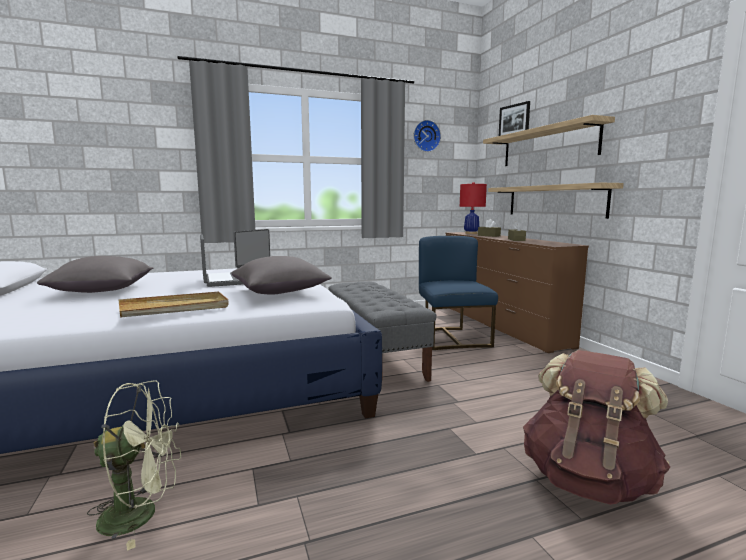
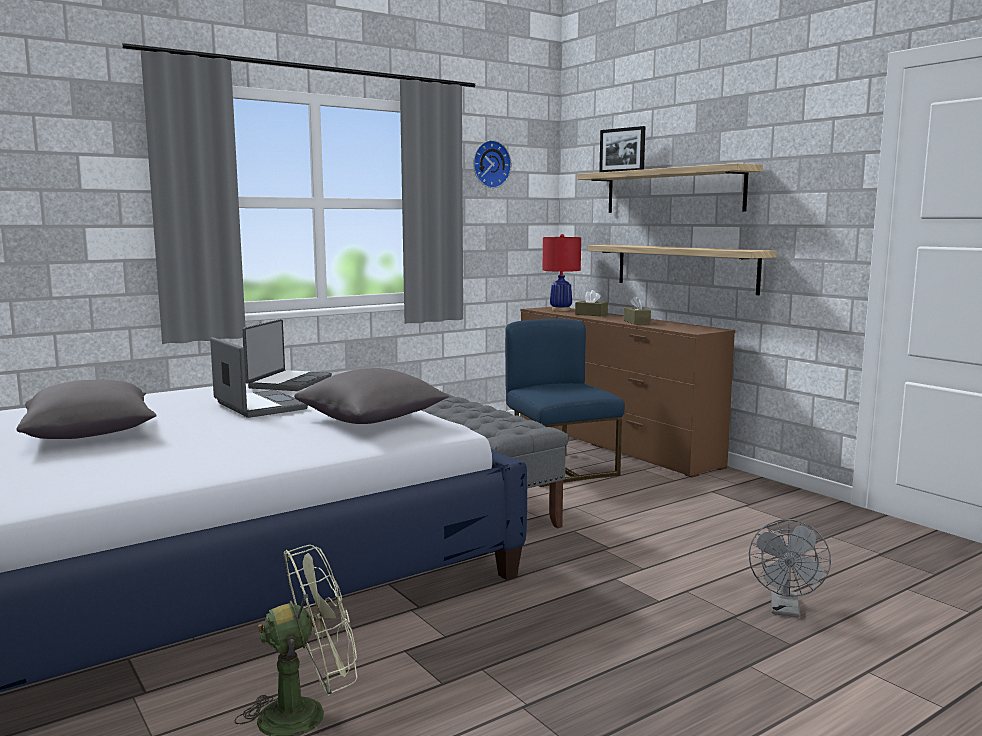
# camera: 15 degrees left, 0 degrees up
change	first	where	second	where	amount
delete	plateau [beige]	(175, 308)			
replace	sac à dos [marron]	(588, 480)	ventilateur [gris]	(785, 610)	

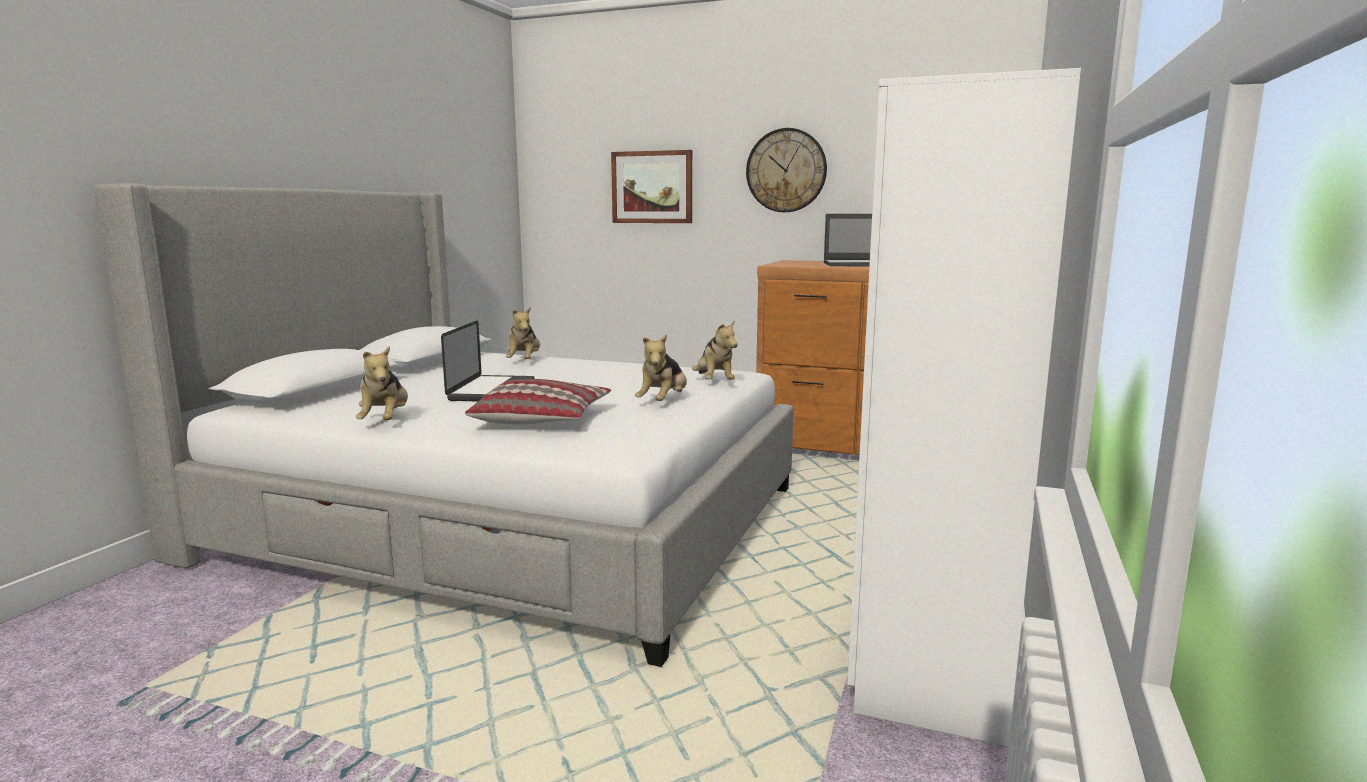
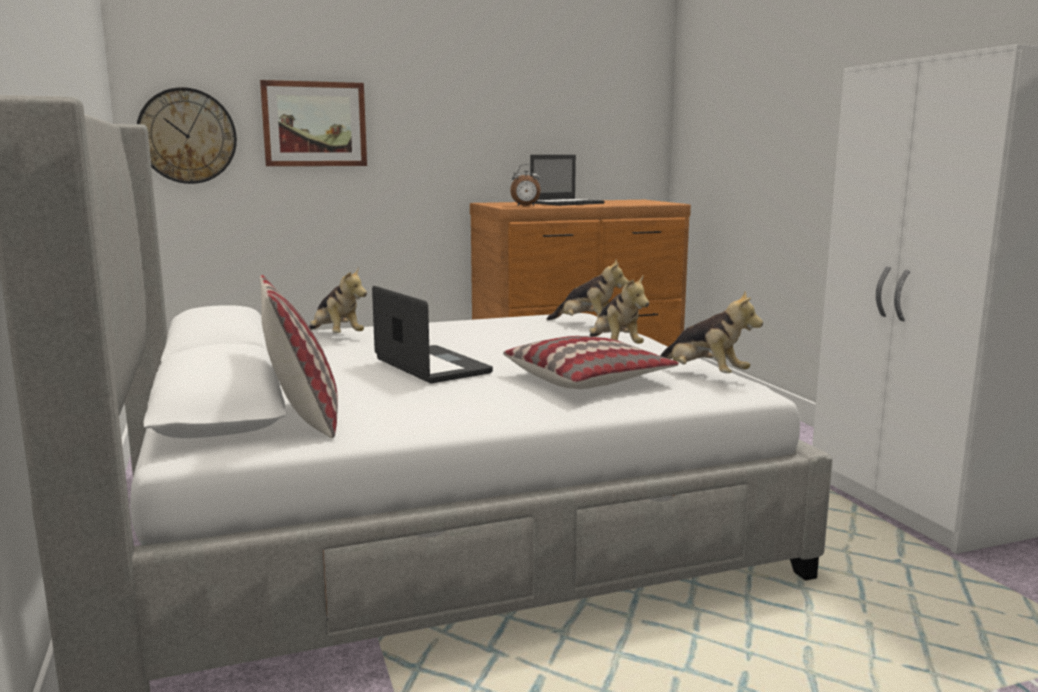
# camera: 40 degrees left, 0 degrees up
change	first	where	second	where	amount
insert			coussin	(303, 418)	
insert			réveil	(525, 206)	
move	peluche	(385, 421)		(703, 376)	
move	horloge murale	(786, 170)		(187, 136)	

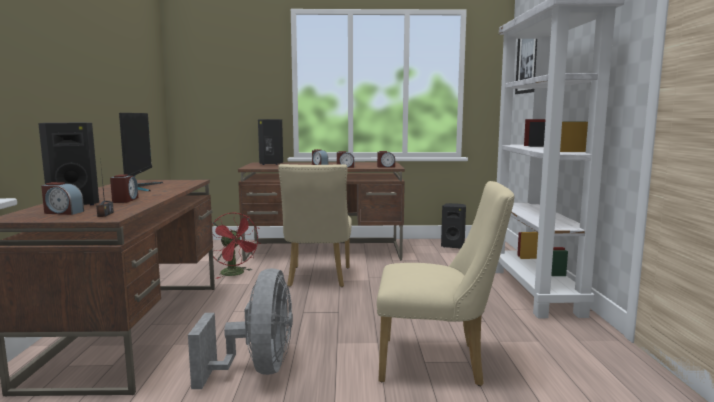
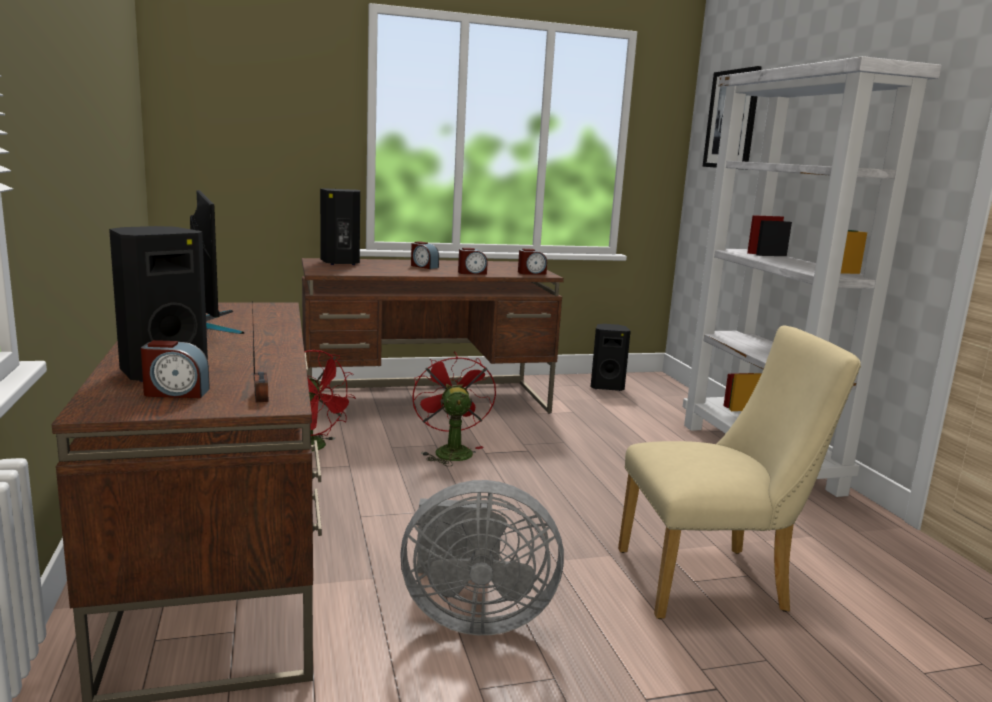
# camera: 15 degrees left, 5 degrees up
change	first	where	second	where	amount
delete	réveil	(125, 200)			
replace	chaise [beige]	(318, 278)	ventilateur [rouge]	(450, 451)	
rotate	ventilateur [gris]	(257, 369)		(473, 616)	105 degrees clockwise

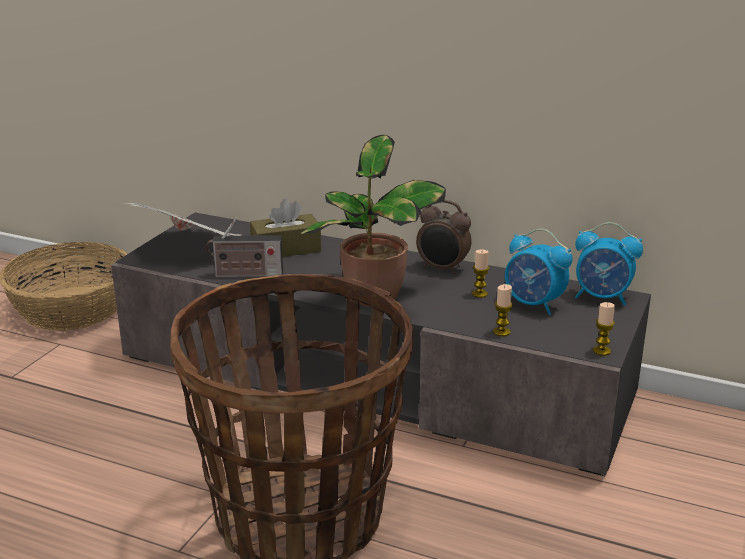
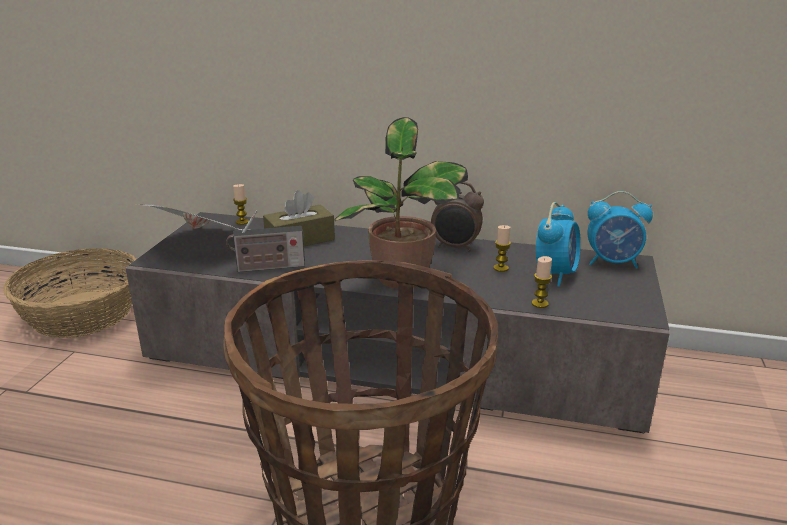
# camera: 10 degrees left, 0 degrees up
change	first	where	second	where	amount
move	bougie	(601, 351)		(242, 222)	
rotate	réveil	(533, 304)		(555, 274)	90 degrees counterclockwise

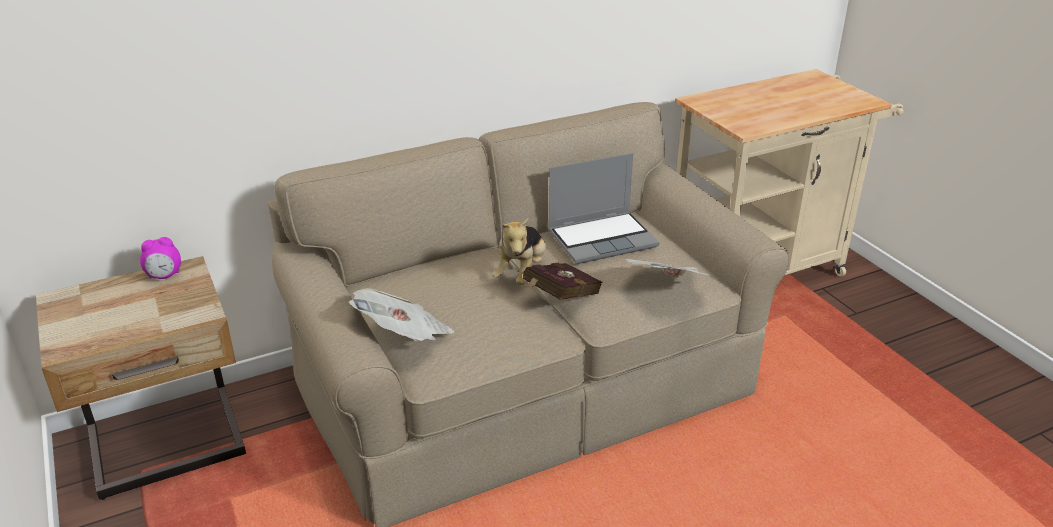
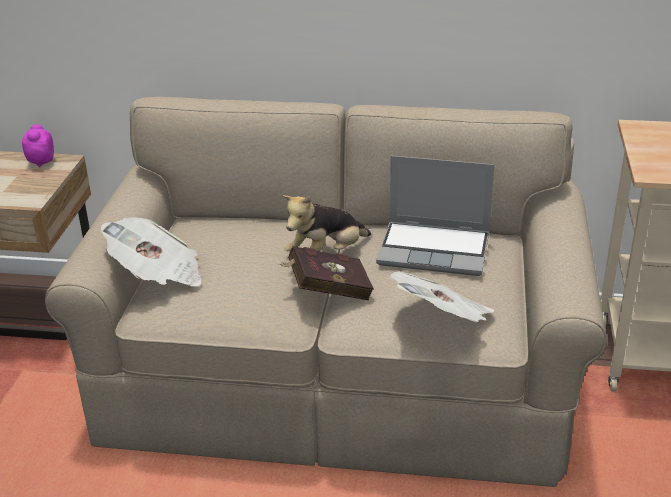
# camera: 35 degrees right, 0 degrees up
change	first	where	second	where	amount
rotate	réveil	(164, 276)		(41, 162)	75 degrees clockwise

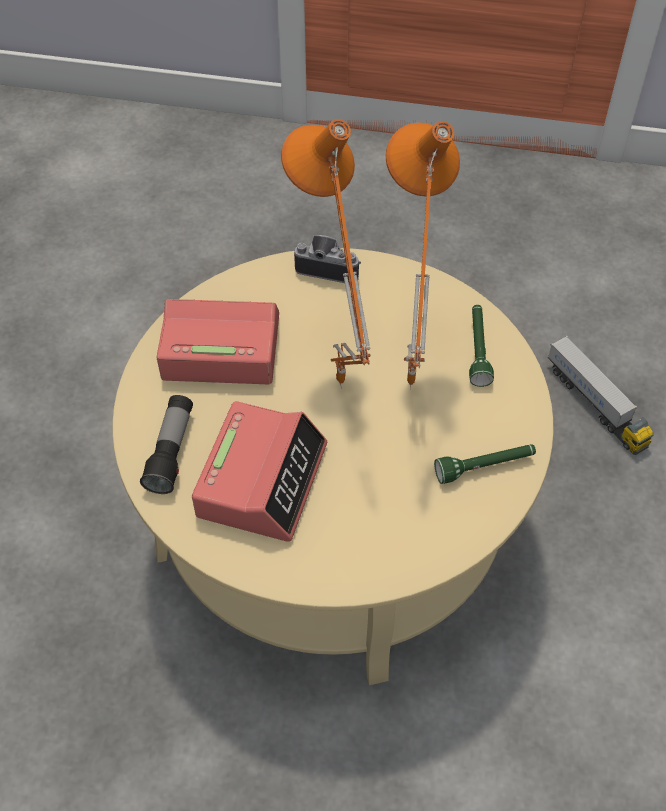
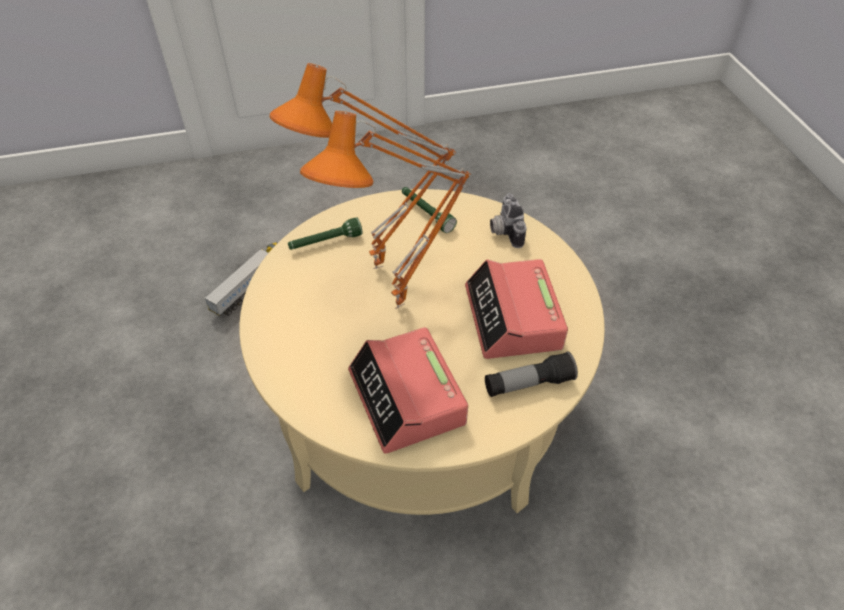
# camera: 115 degrees left, 5 degrees down
change	first	where	second	where	amount
move	appareil photo	(329, 267)		(504, 230)	
rotate	réveil	(262, 479)		(513, 318)	90 degrees counterclockwise

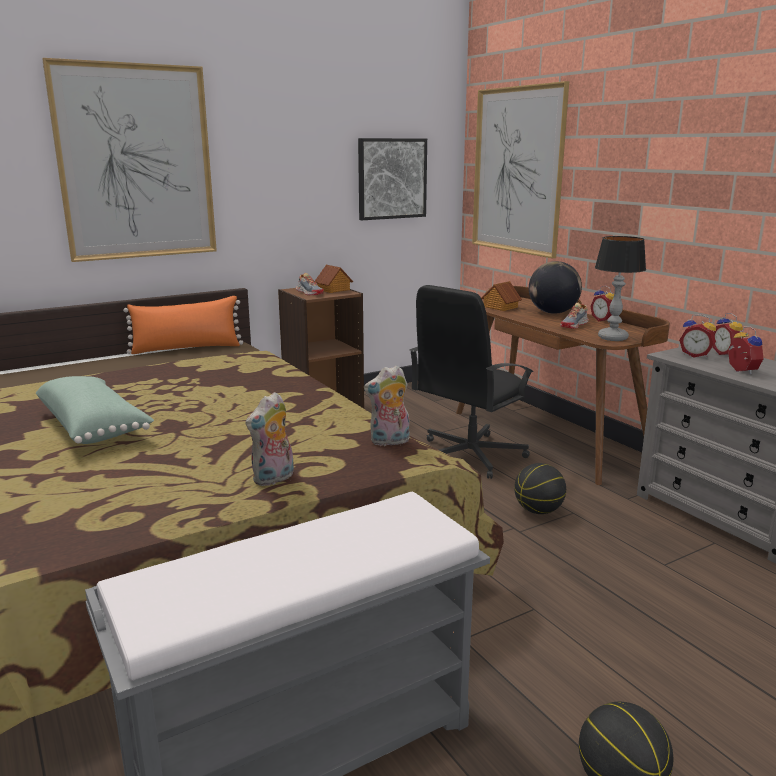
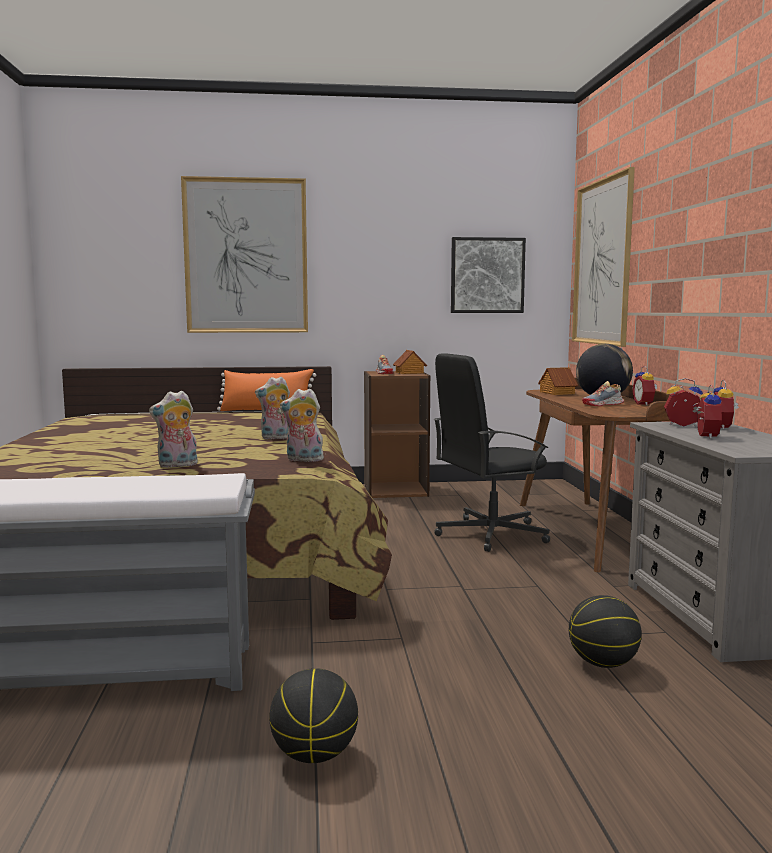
# camera: 25 degrees right, 10 degrees down
change	first	where	second	where	amount
delete	coussin [vert]	(94, 427)			
delete	lampe de table	(613, 338)			
insert			peluche	(276, 438)	
move	ballon de basket	(538, 511)		(603, 664)	
rotate	réveil	(695, 355)		(682, 426)	135 degrees clockwise

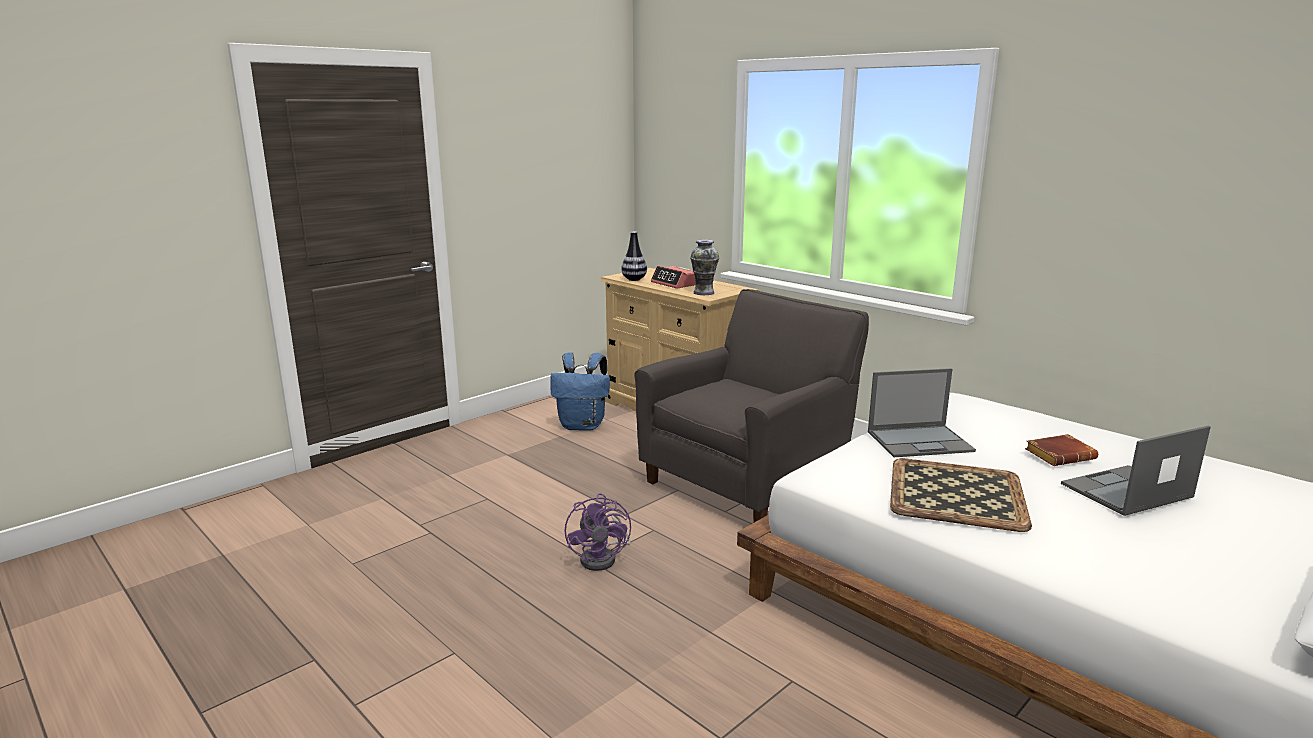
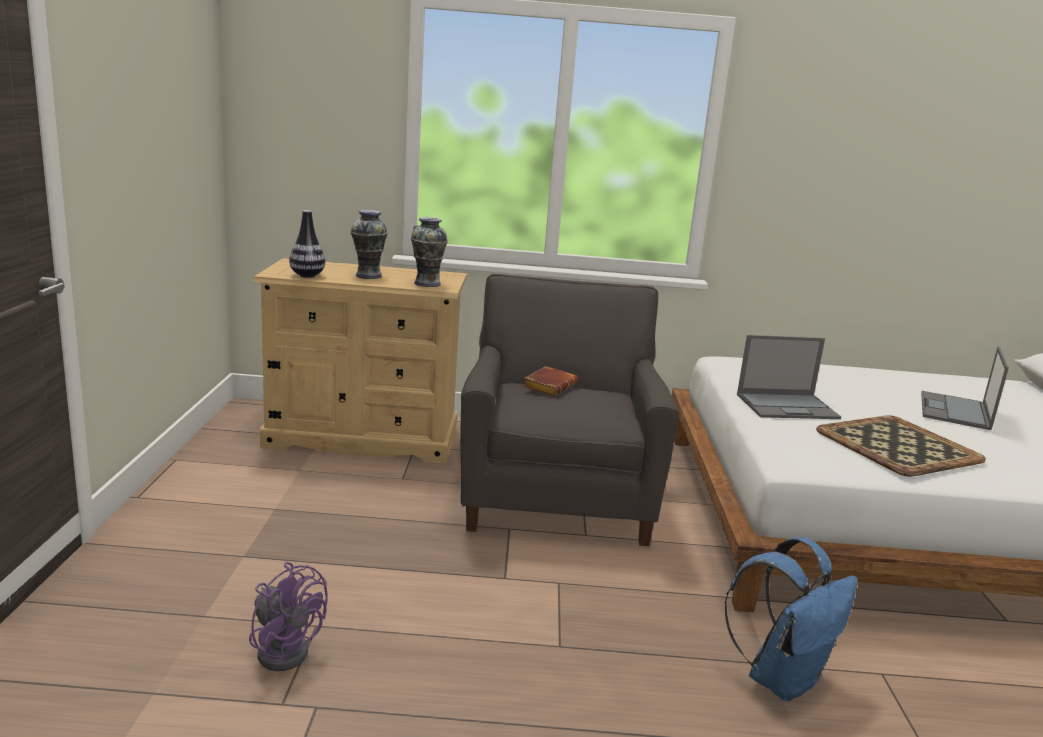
# camera: 45 degrees left, 0 degrees up
change	first	where	second	where	amount
move	sac à dos [bleu]	(583, 425)		(782, 678)	
move	ventilateur [violet]	(603, 558)		(285, 648)	
move	livre [marron]	(1060, 455)		(549, 386)	
replace	réveil	(676, 283)	vase	(369, 276)	
rotate	ordinateur portable	(920, 441)		(788, 406)	45 degrees clockwise

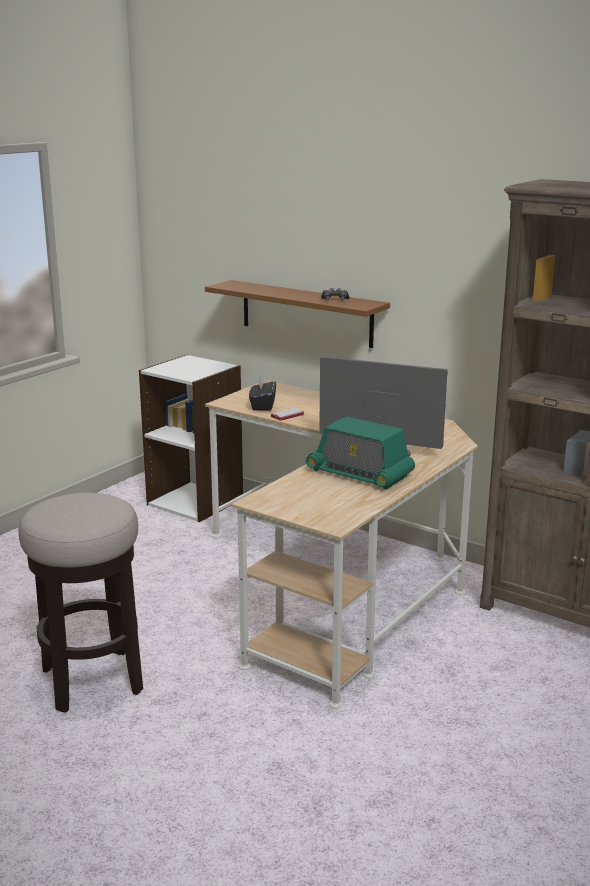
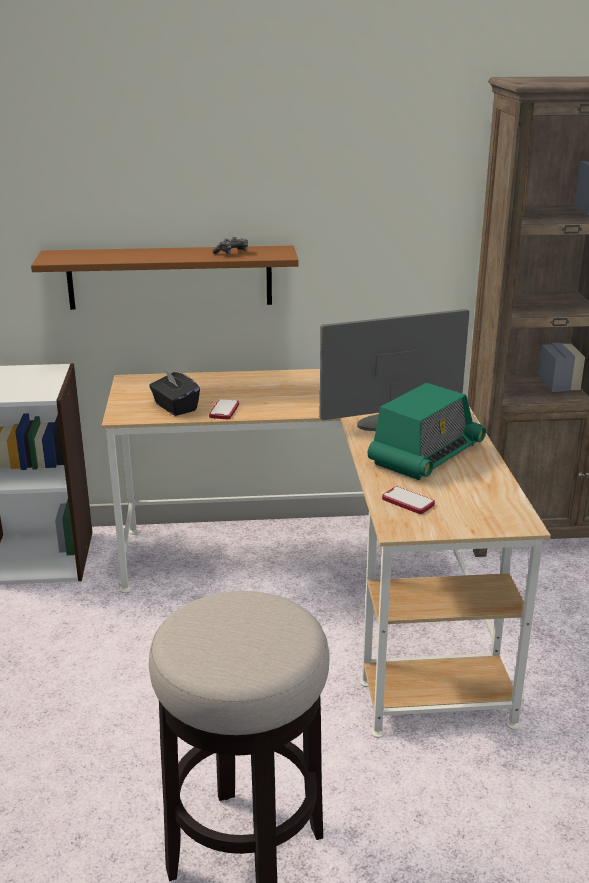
# camera: 40 degrees left, 5 degrees up
change	first	where	second	where	amount
insert			téléphone	(408, 502)	
rotate	radio	(360, 474)		(426, 455)	45 degrees counterclockwise

